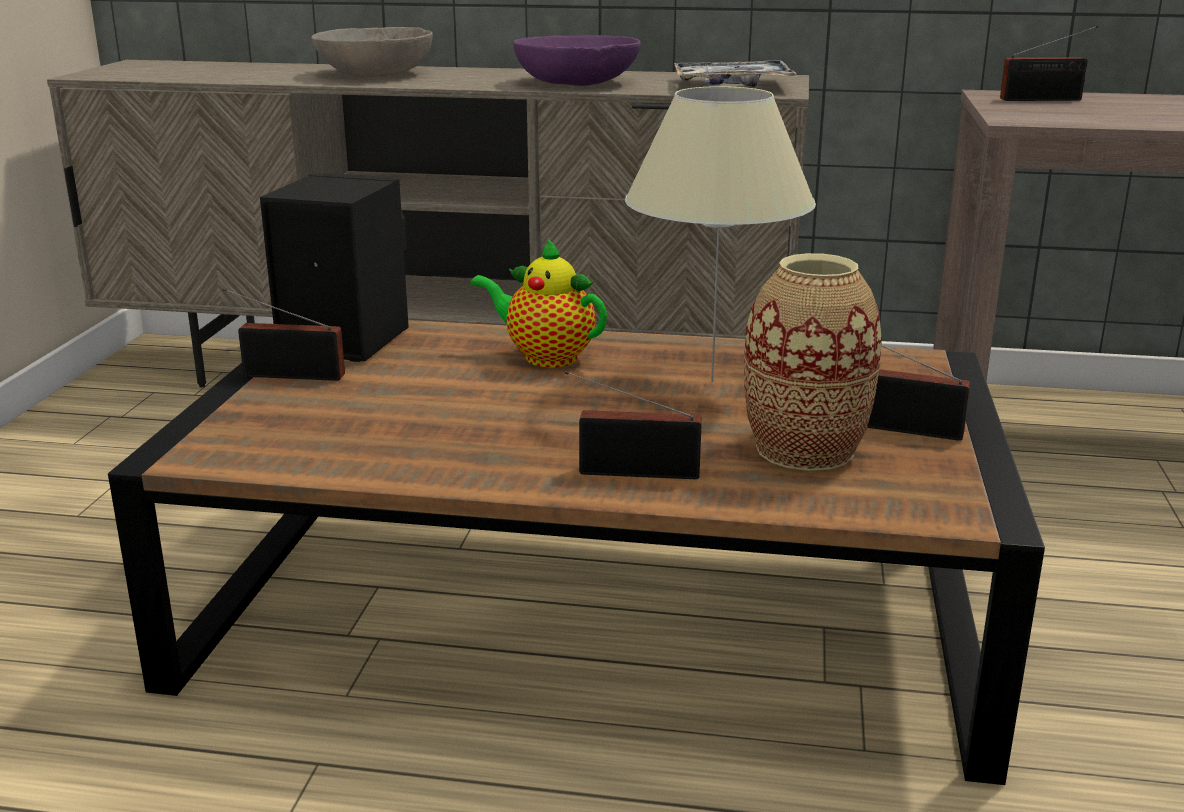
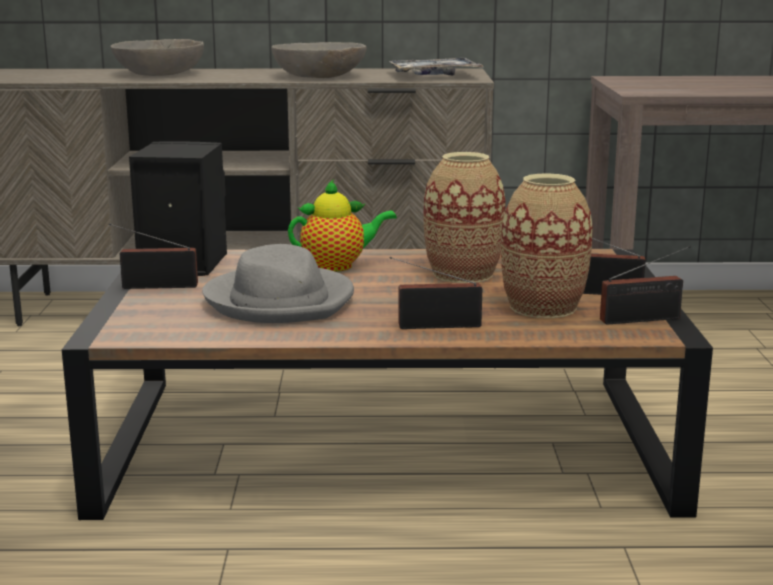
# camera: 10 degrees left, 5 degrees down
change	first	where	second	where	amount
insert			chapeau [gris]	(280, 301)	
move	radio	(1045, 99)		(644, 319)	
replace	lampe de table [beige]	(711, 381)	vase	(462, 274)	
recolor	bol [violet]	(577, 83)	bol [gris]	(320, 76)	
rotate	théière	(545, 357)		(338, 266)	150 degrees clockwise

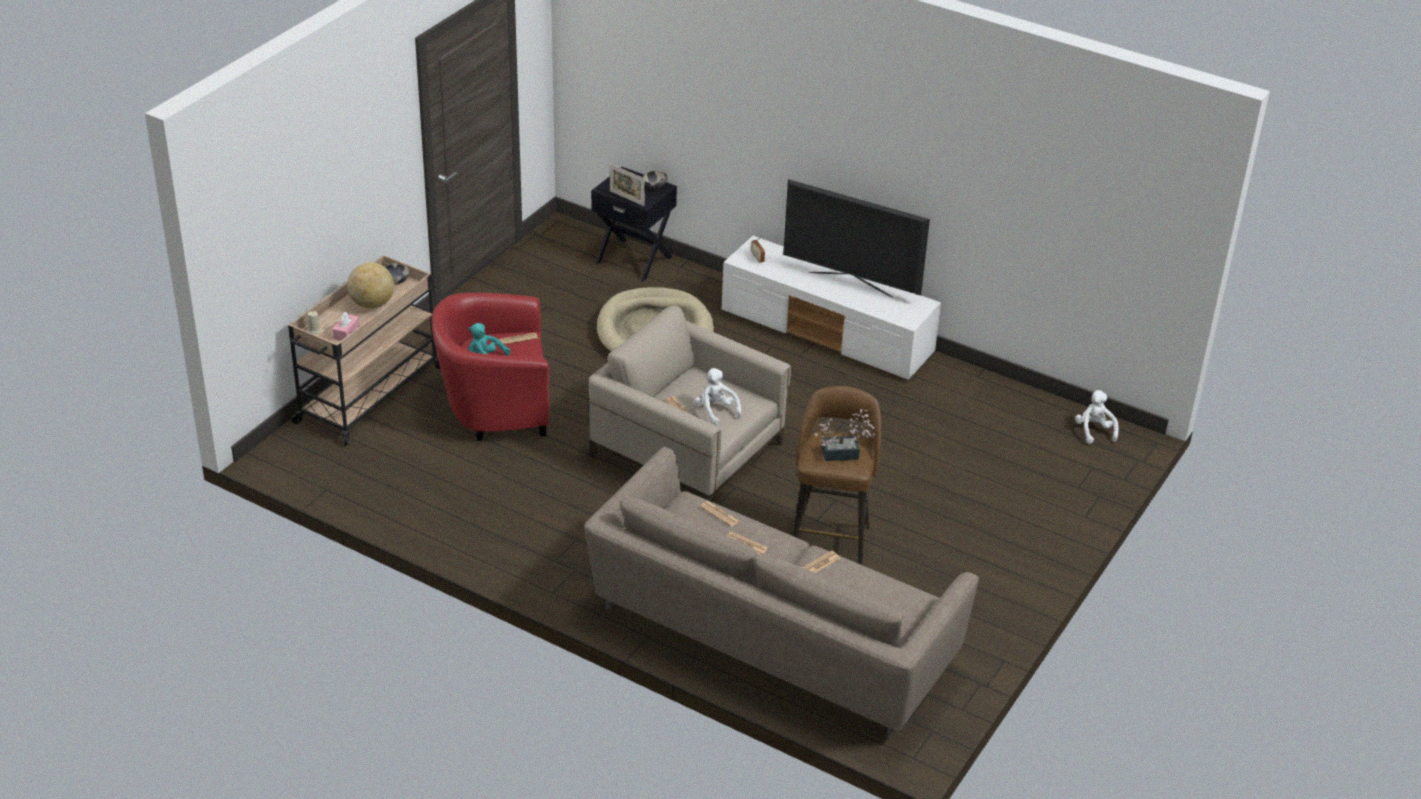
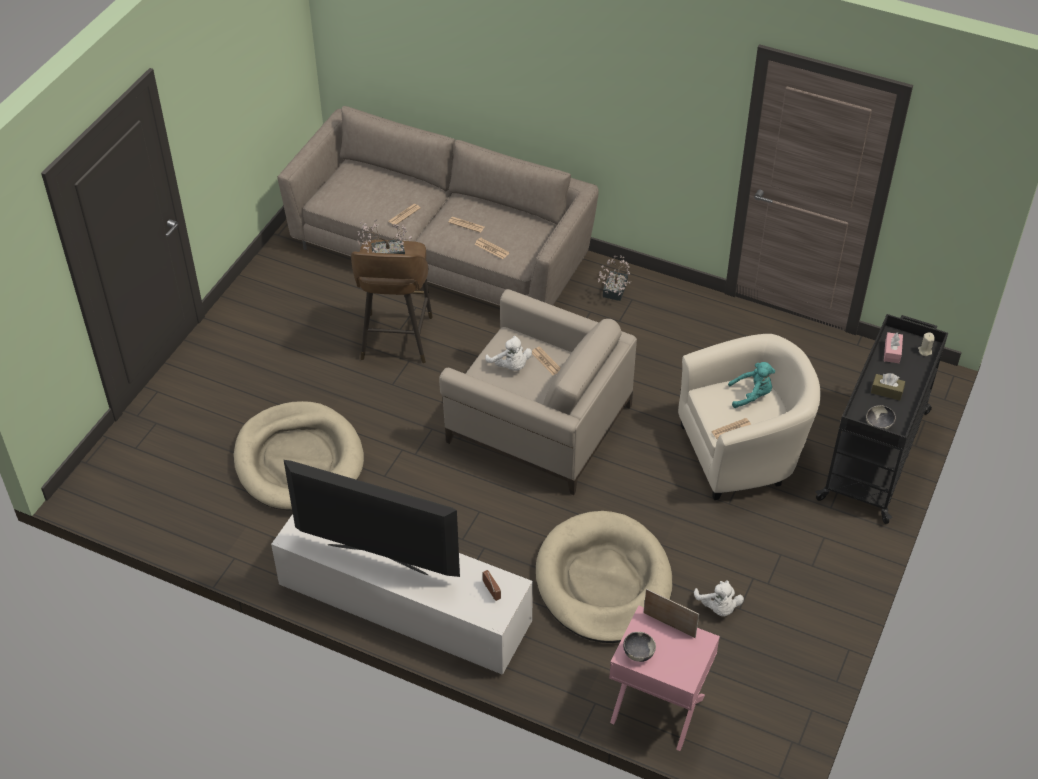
# camera: 175 degrees right, 10 degrees up
change	first	where	second	where	amount
insert			panier pour chien [beige]	(298, 460)	
insert			plante en pot	(613, 292)	
move	peluche [blanc]	(1094, 431)		(718, 607)	
replace	globe	(372, 304)	boîte à mouchoirs [marron]	(886, 391)	
recolor	chariot [beige]	(368, 396)	chariot [noir]	(875, 454)	
recolor	fauteuil [rouge]	(494, 408)	fauteuil [beige]	(743, 452)	
recolor	table de chevet [noir]	(634, 259)	table de chevet [rose]	(657, 709)	

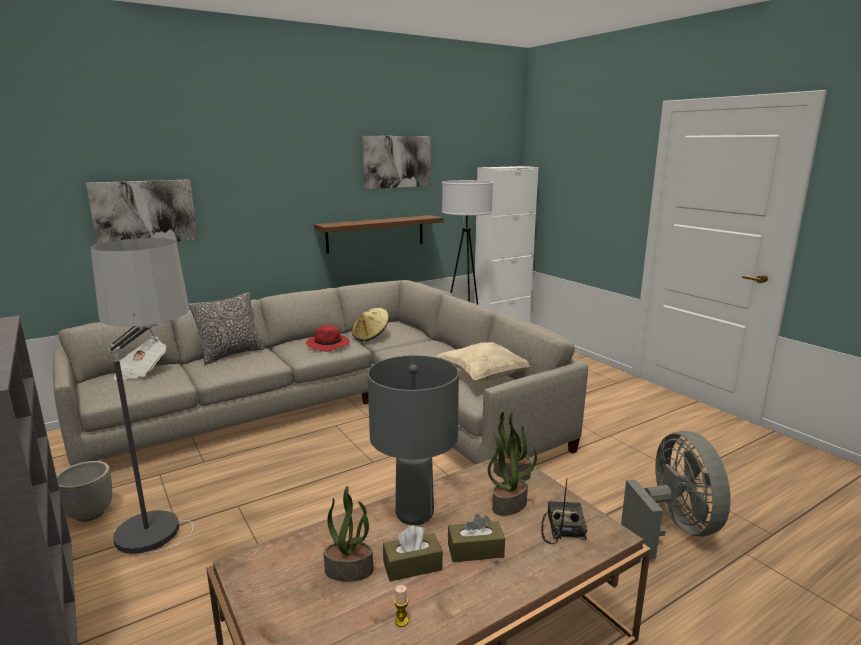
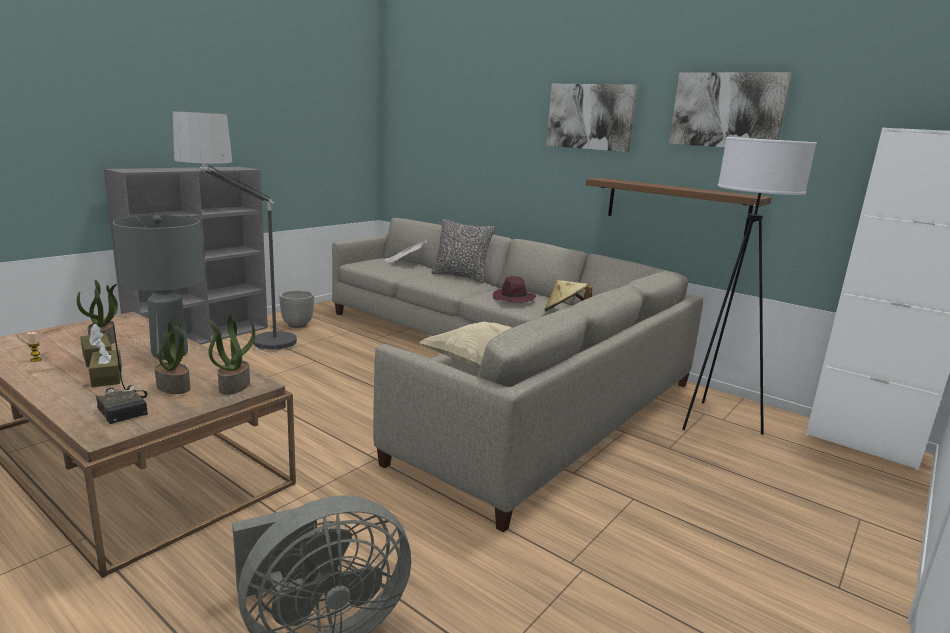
# camera: 70 degrees right, 0 degrees up
change	first	where	second	where	amount
move	tableau	(144, 212)		(590, 117)	
recolor	chapeau [rouge]	(329, 345)	chapeau [violet]	(514, 299)	
rotate	radio	(562, 527)		(126, 410)	60 degrees clockwise

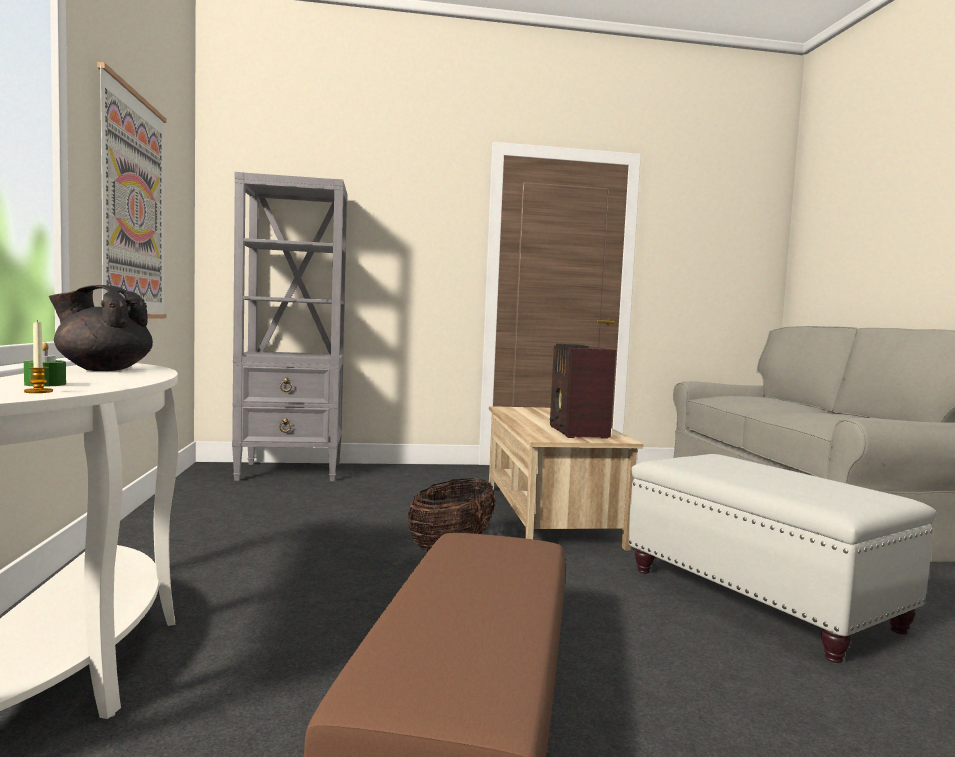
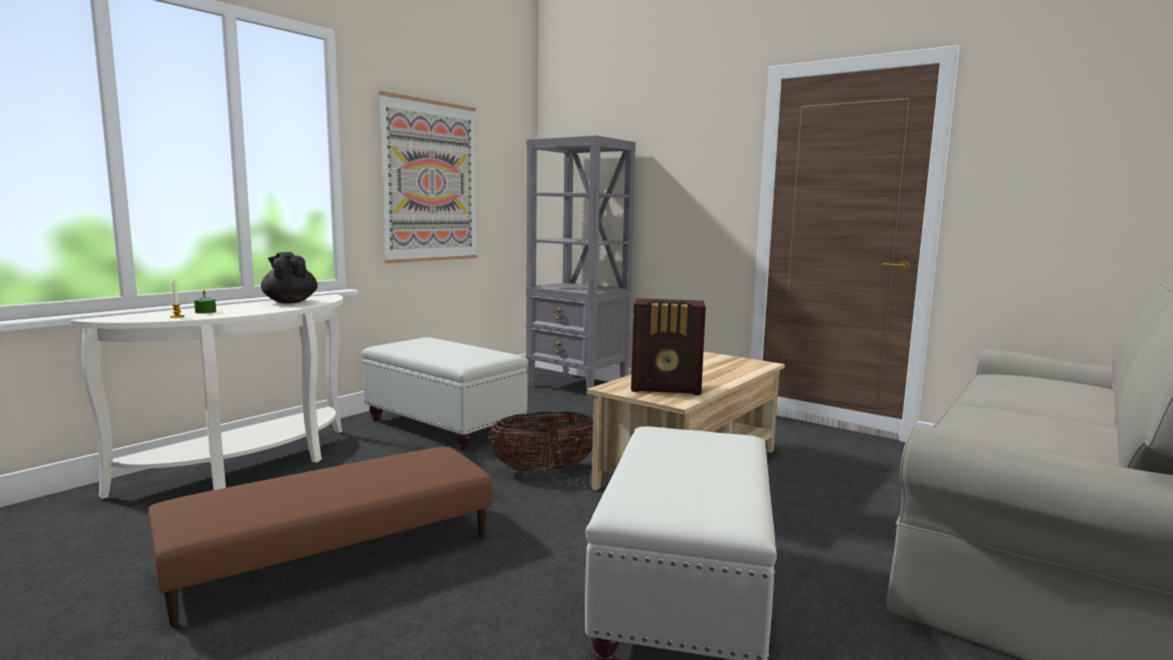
# camera: 45 degrees right, 5 degrees up
change	first	where	second	where	amount
insert			pouf [blanc]	(445, 425)	
rotate	radio	(577, 432)		(667, 388)	120 degrees counterclockwise

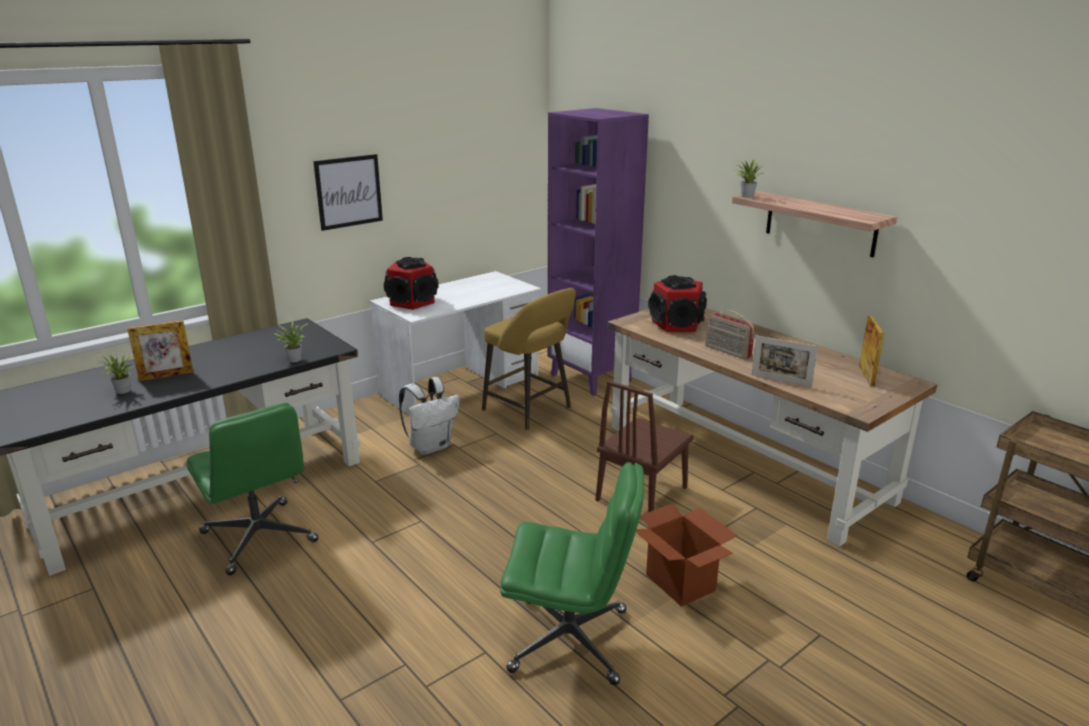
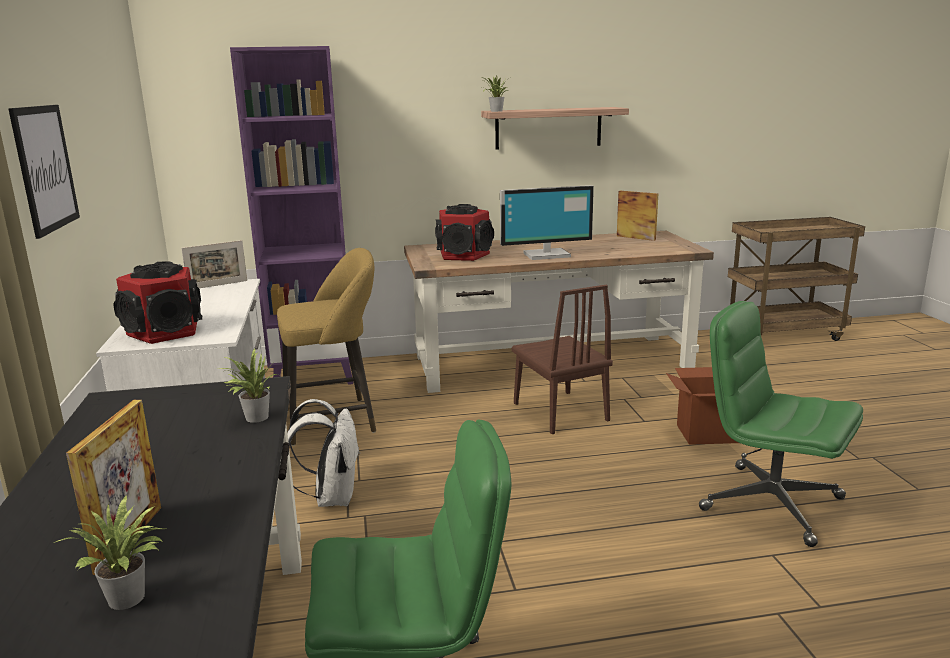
# camera: 60 degrees left, 5 degrees down
change	first	where	second	where	amount
move	cadre photo	(781, 380)		(217, 285)	
replace	radio	(727, 352)	écran d'ordinateur	(546, 254)	
rotate	chaise de bureau [vert]	(571, 640)		(769, 503)	90 degrees counterclockwise

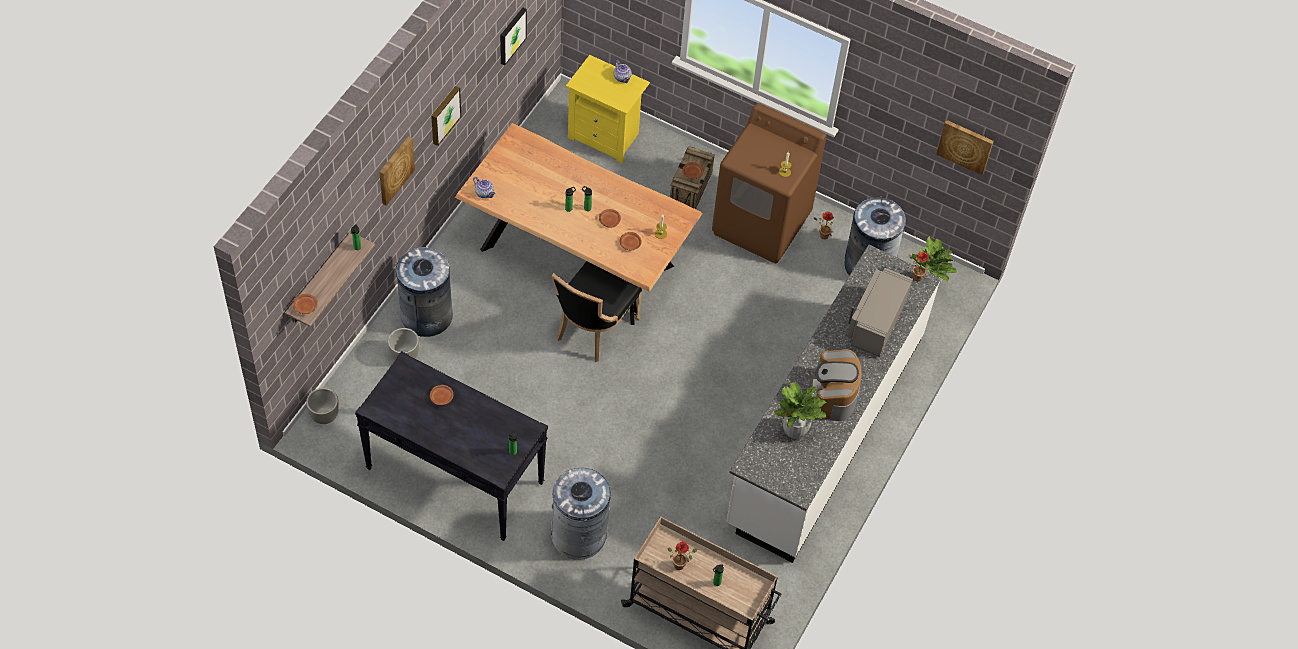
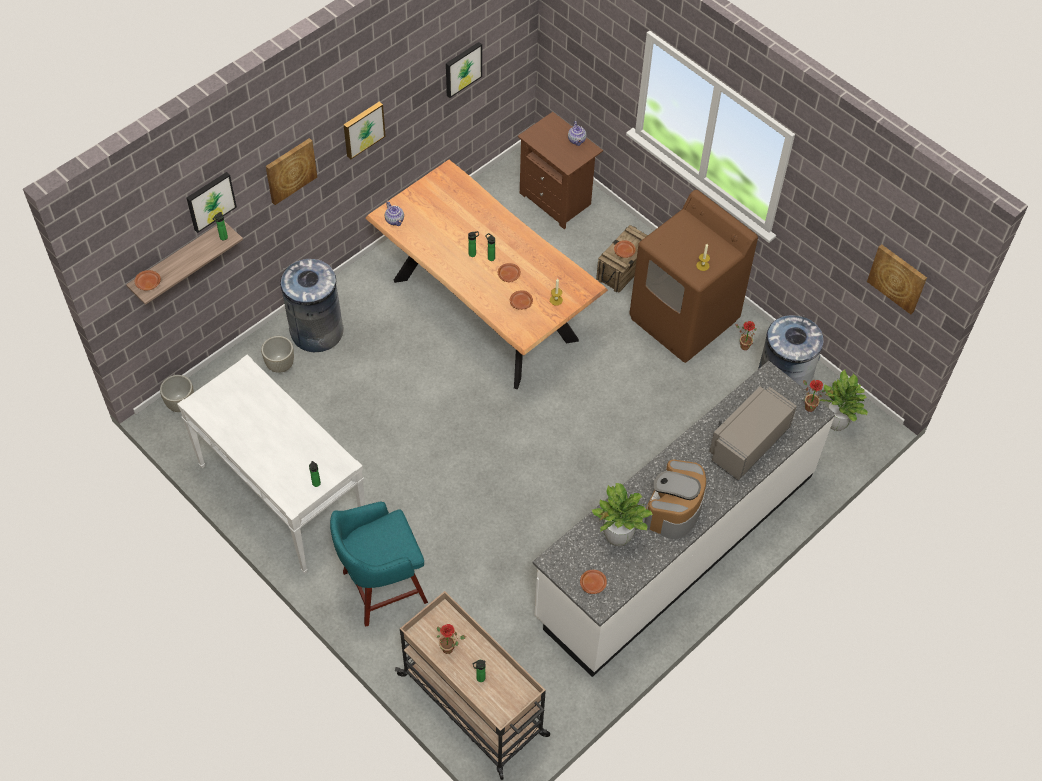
# camera: 20 degrees right, 0 degrees up
change	first	where	second	where	amount
delete	chaise [noir]	(593, 329)			
insert			tableau	(210, 201)	
move	assiette [marron]	(441, 397)		(593, 583)	
replace	poubelle [gris]	(579, 535)	tabouret [turquoise]	(381, 588)	
recolor	table console [noir]	(454, 475)	table console [blanc]	(281, 495)	
recolor	table de chevet [jaune]	(606, 136)	table de chevet [marron]	(557, 200)	

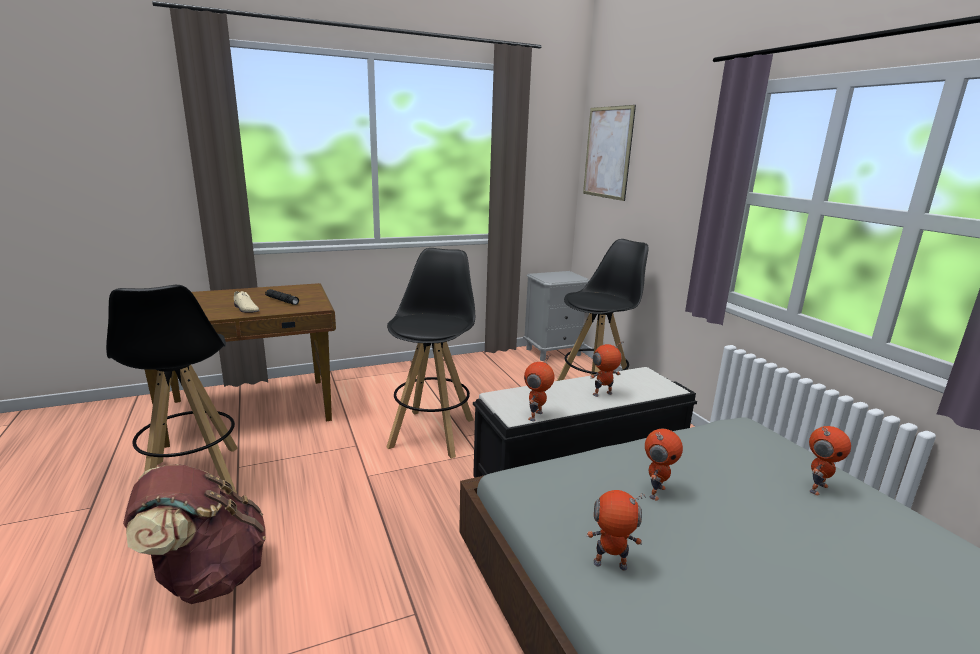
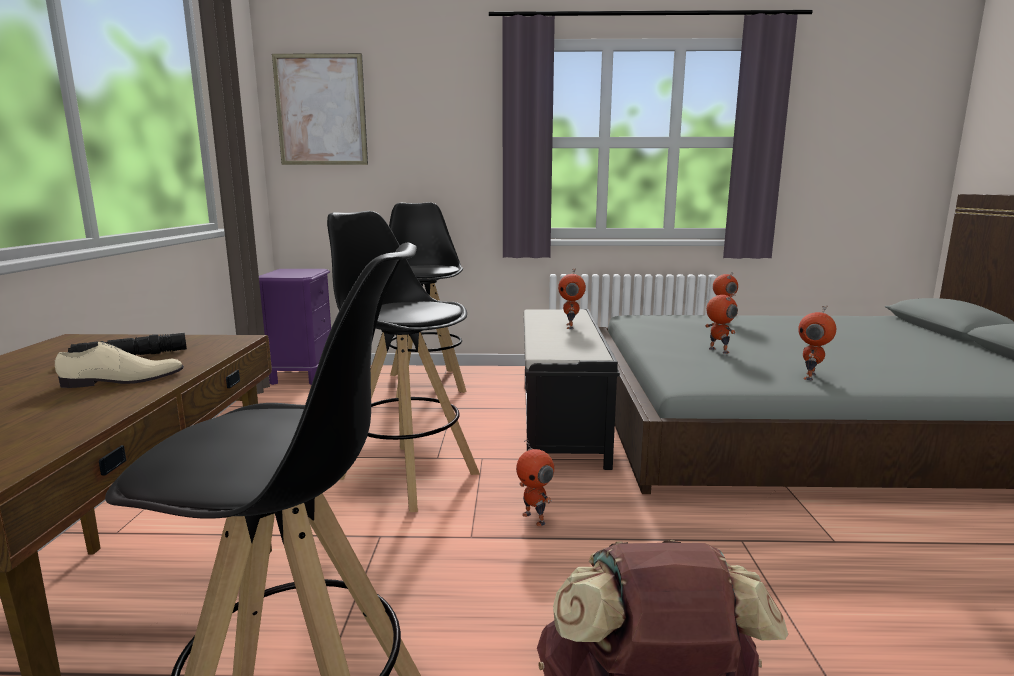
# camera: 65 degrees left, 5 degrees down
change	first	where	second	where	amount
move	robot jouet	(536, 416)		(535, 518)	
recolor	table de chevet [gris]	(553, 352)	table de chevet [violet]	(302, 375)	

